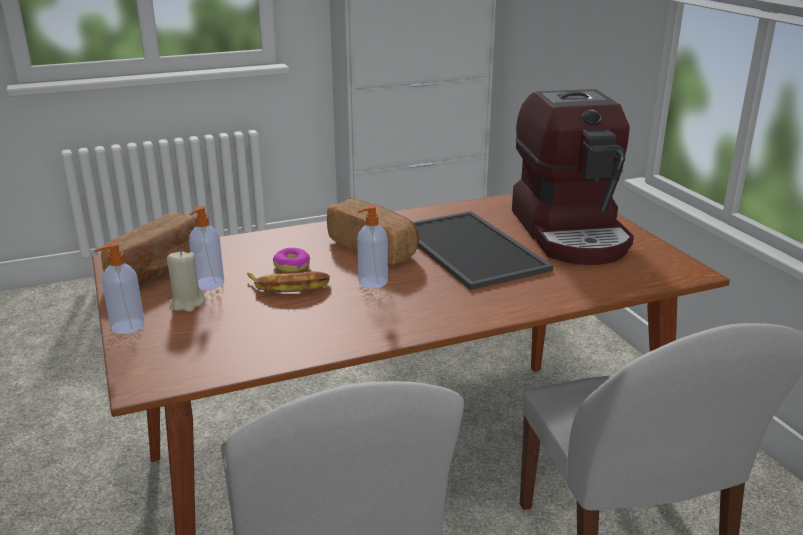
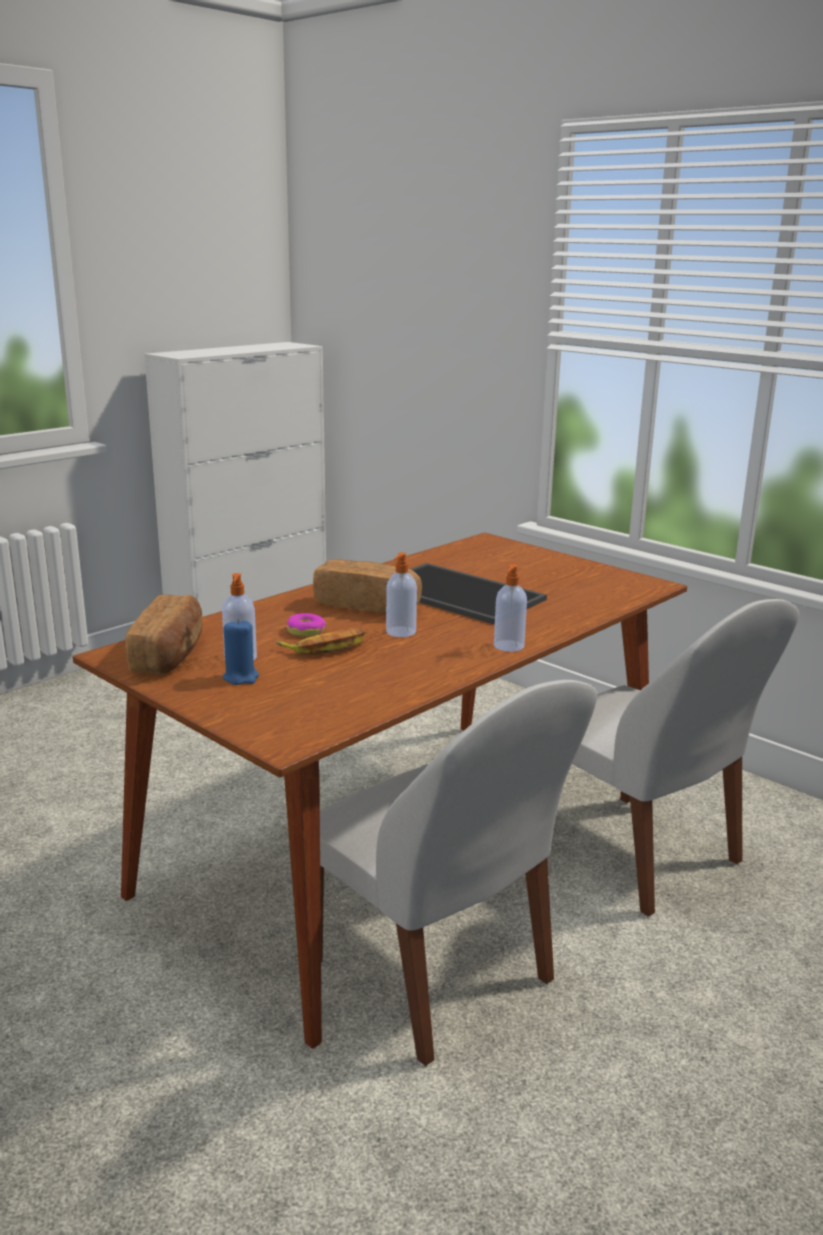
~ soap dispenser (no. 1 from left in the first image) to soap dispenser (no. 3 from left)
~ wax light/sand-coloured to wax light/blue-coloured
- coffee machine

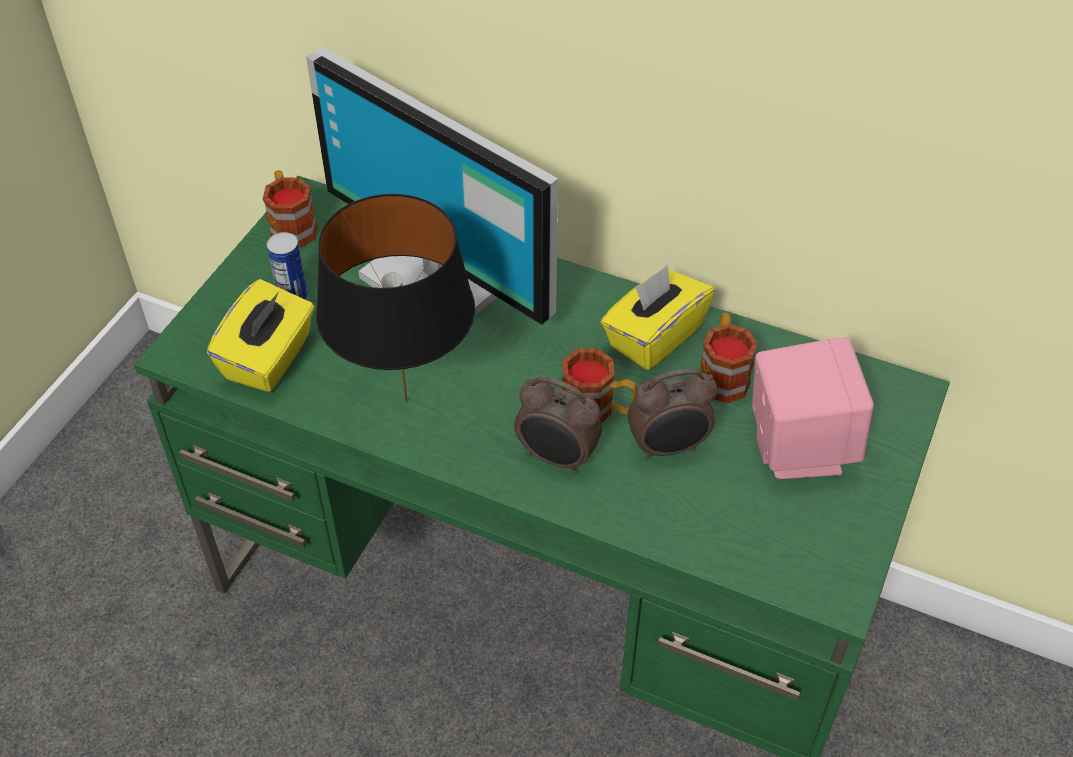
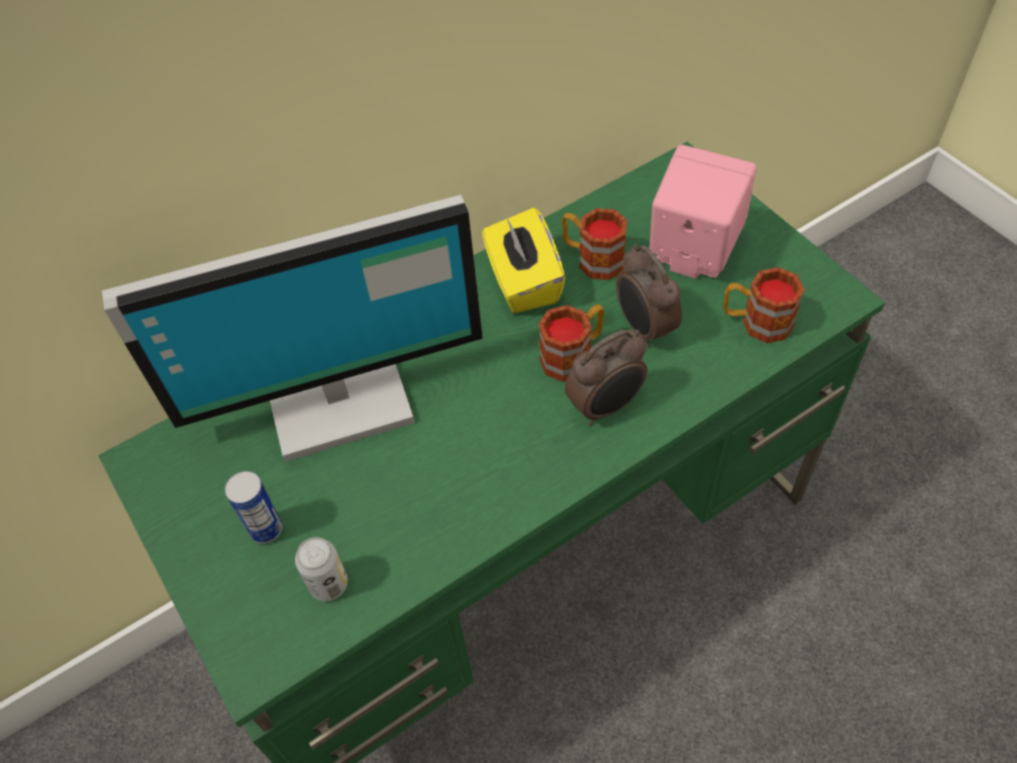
~ tissue holder/yellow-coloured (no. 1 from left) to metal can (no. 2 from left)
~ tea mug (no. 1 from left in the first image) to tea mug (no. 3 from left)
- lamp for a table/blackish
~ table clock (no. 2 from left) 135 degrees clockwise

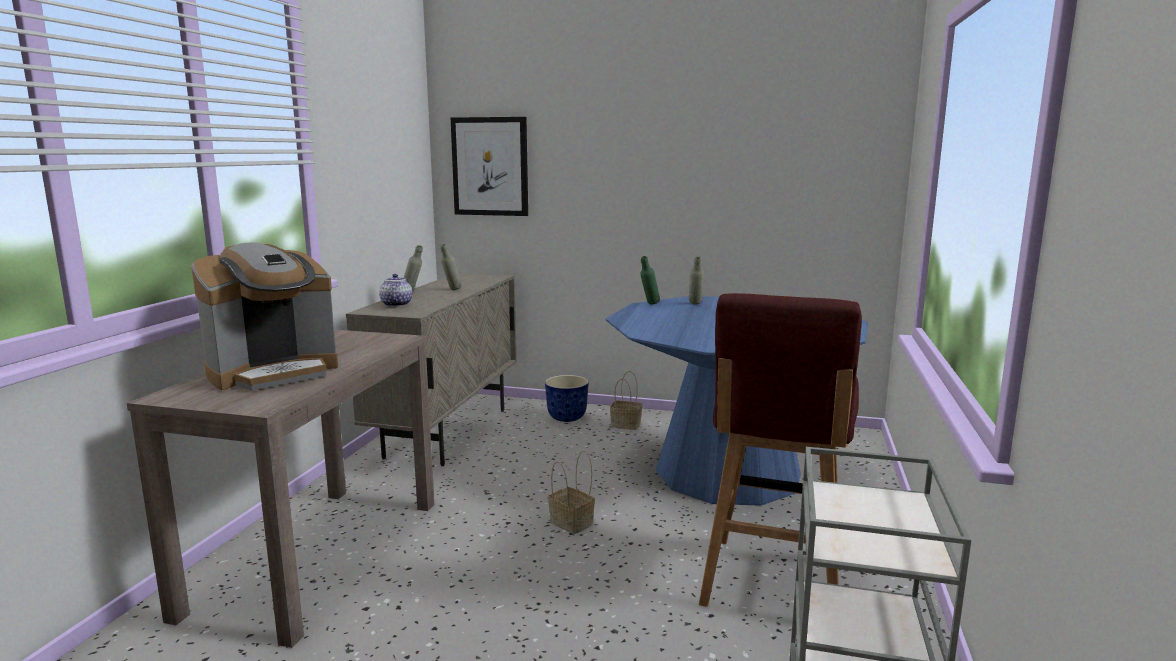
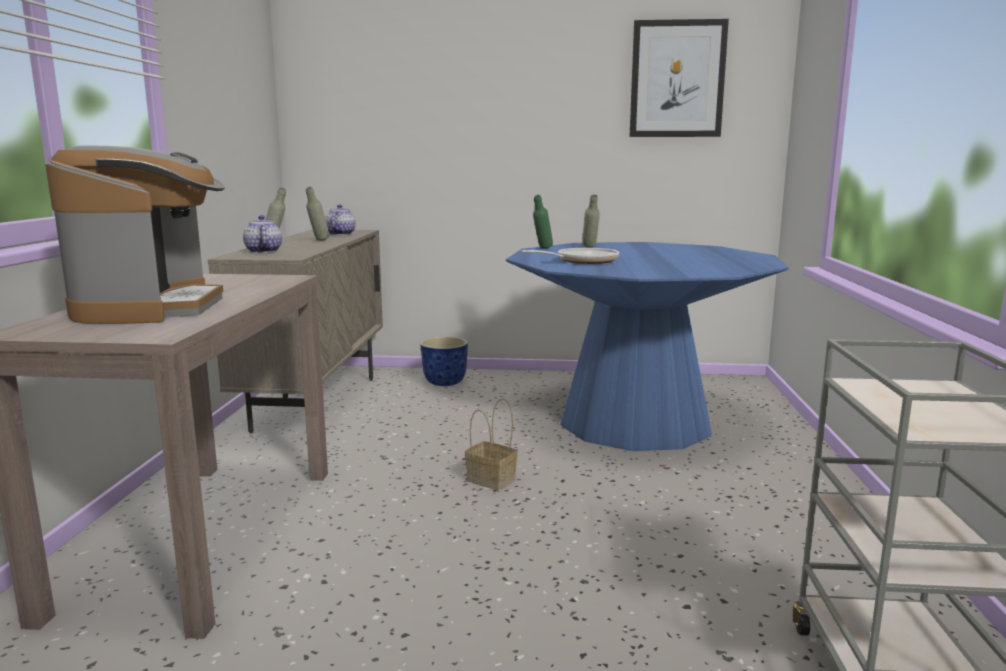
~ coffee machine 45 degrees counterclockwise
~ wall art
- storage basket (no. 2 from left)
- stool/red
+ tea pot (no. 2 from left)
+ pan

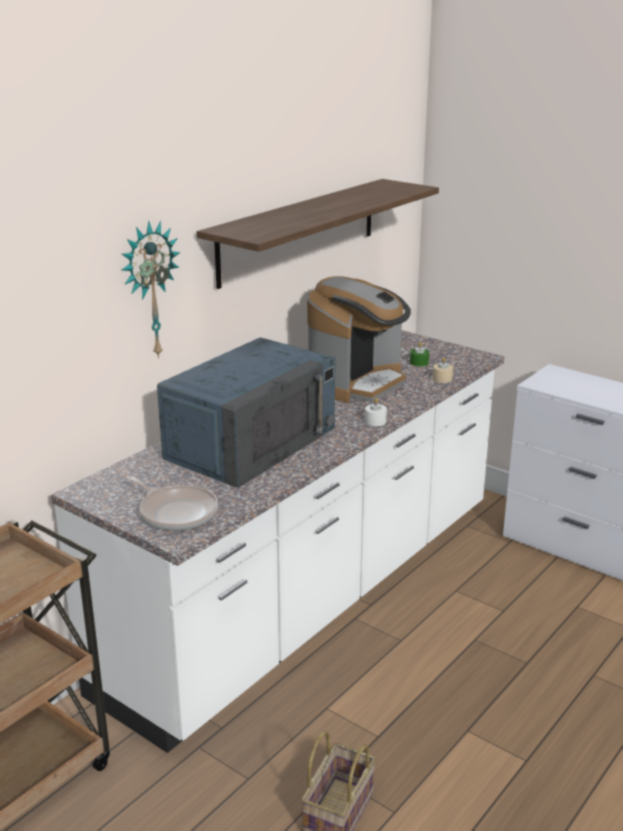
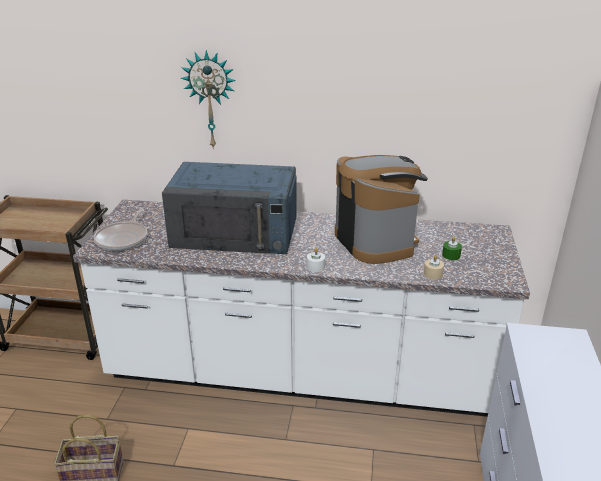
- wall shelf
~ coffee machine 120 degrees counterclockwise

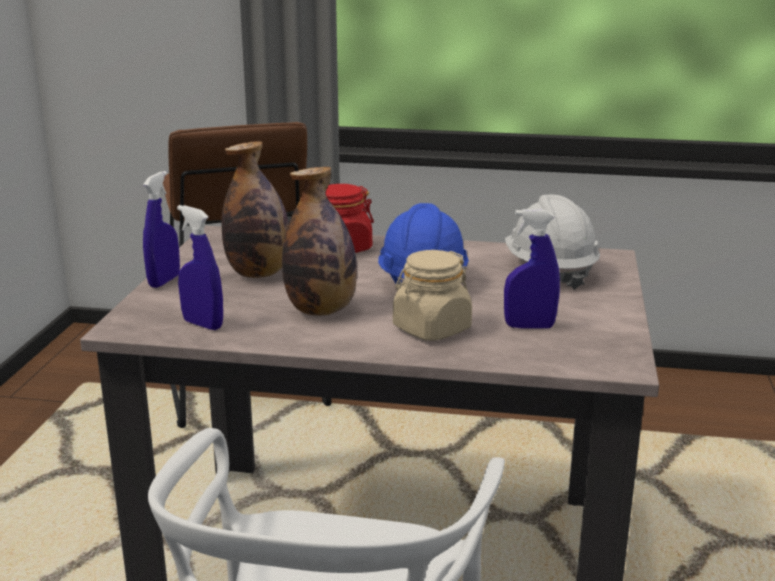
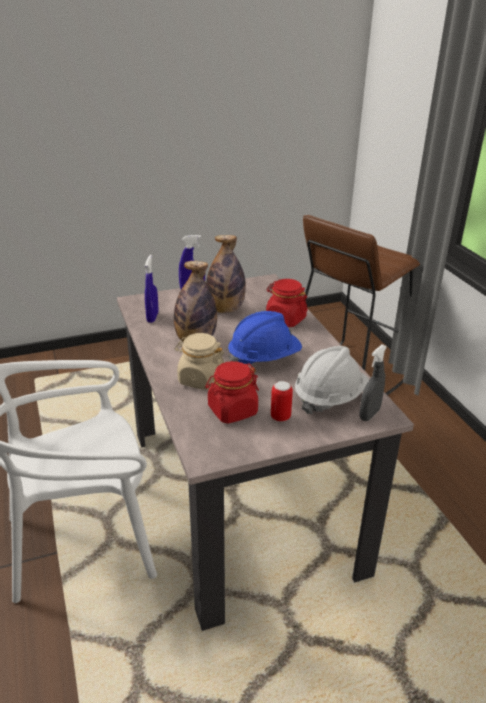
~ spray bottle/blue-coloured (no. 3 from left) to storage jar/red (no. 1 from left)
+ metal can
+ spray bottle/gray

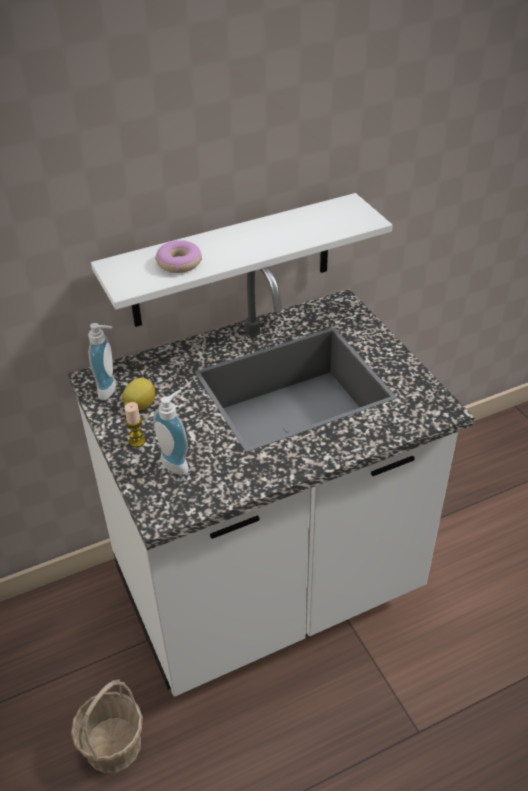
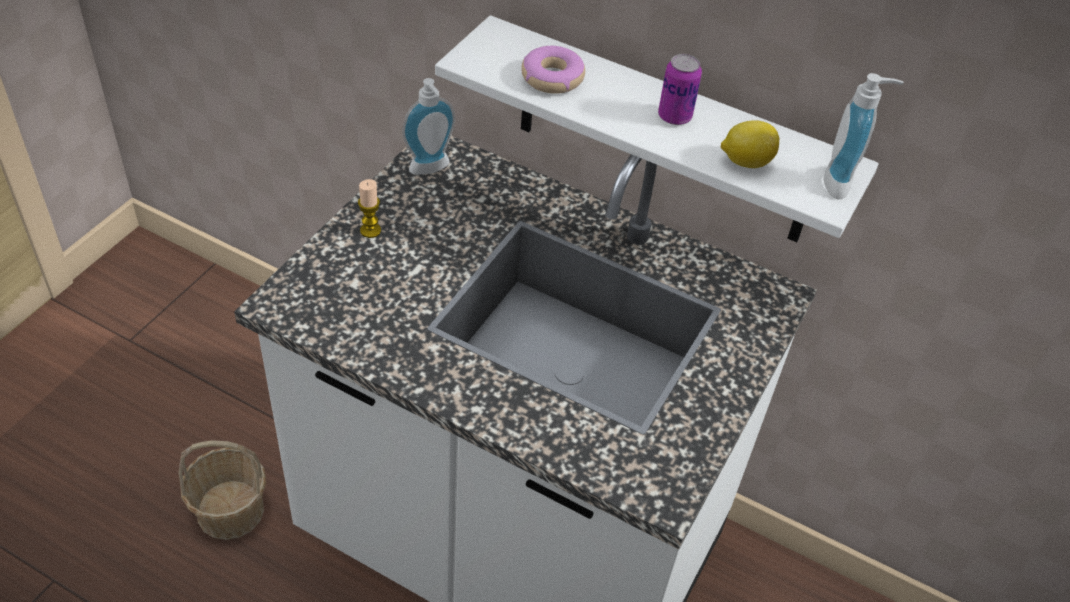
~ citrus fruit
~ soap dispenser (no. 2 from left)
+ metal can

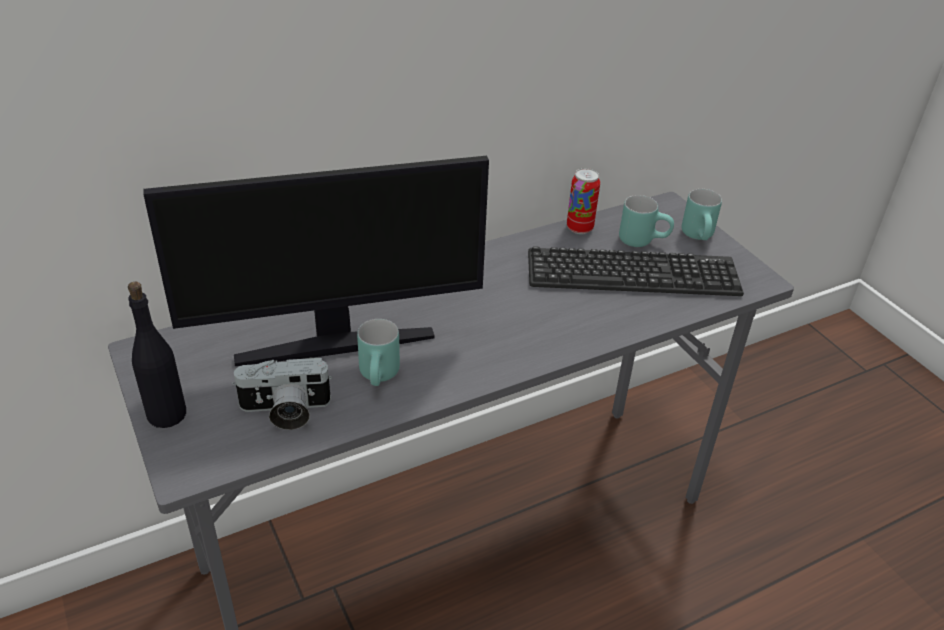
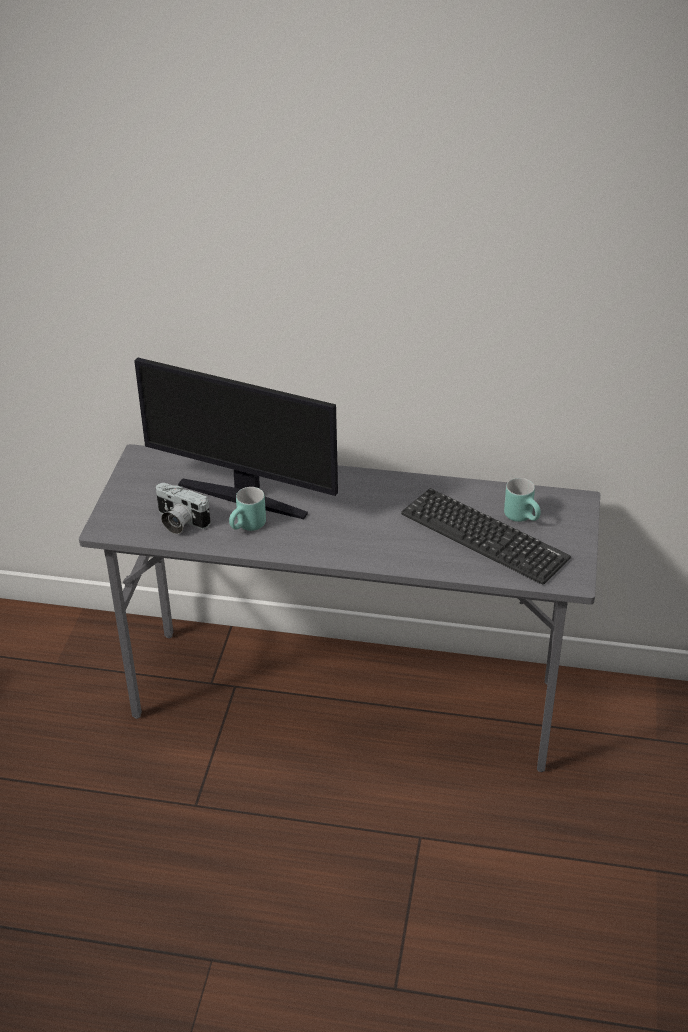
- drink bottle/blackish
- metal can
- tea mug/turquoise (no. 3 from left)

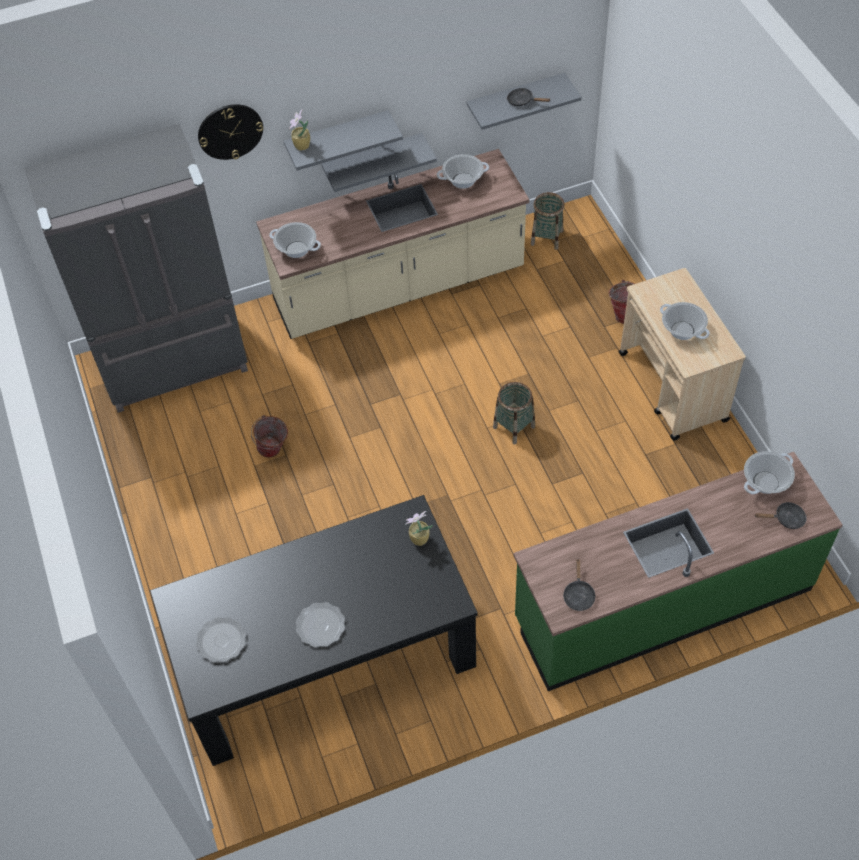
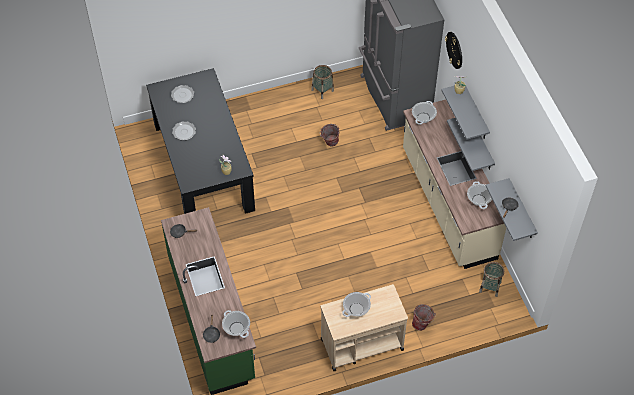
~ storage basket (no. 1 from left)

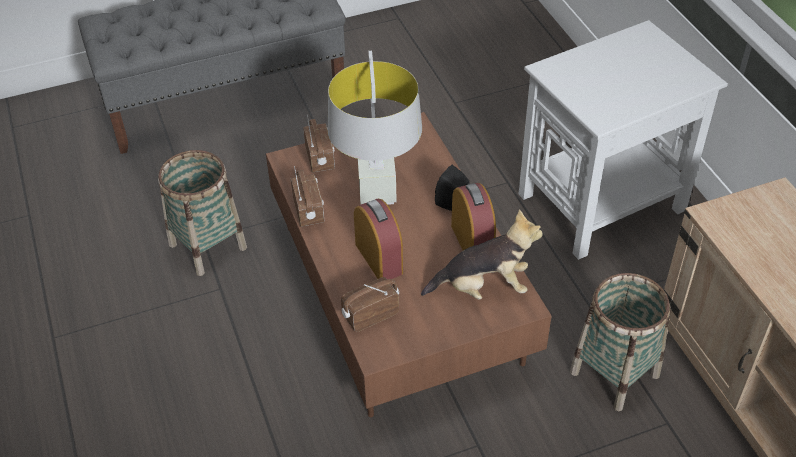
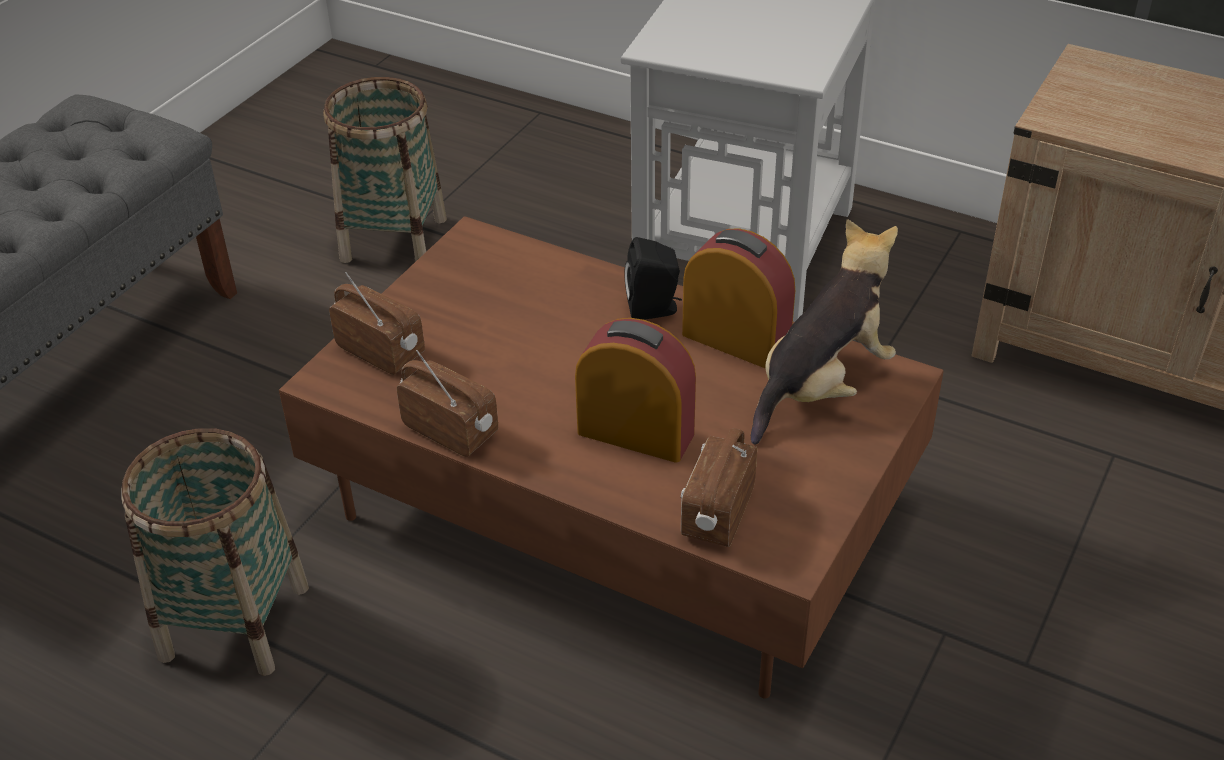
- lamp for a table/gray
~ storage basket (no. 2 from left)

